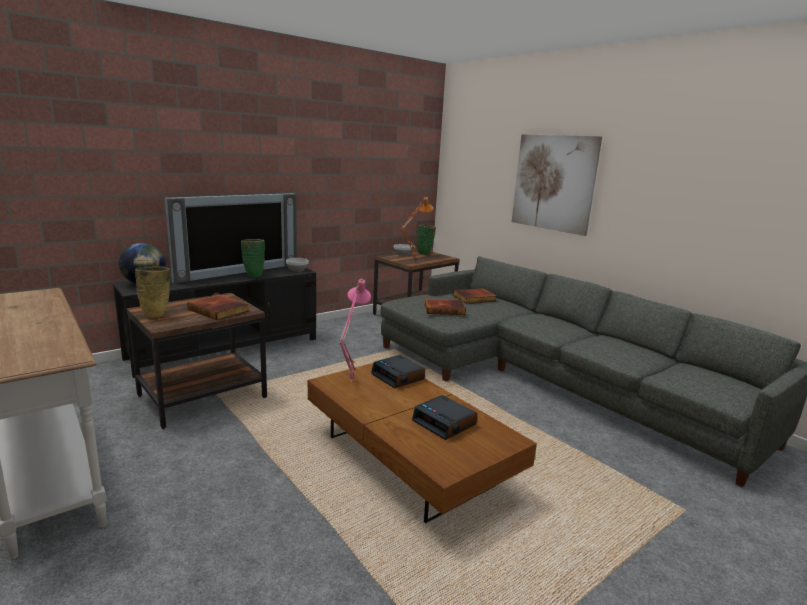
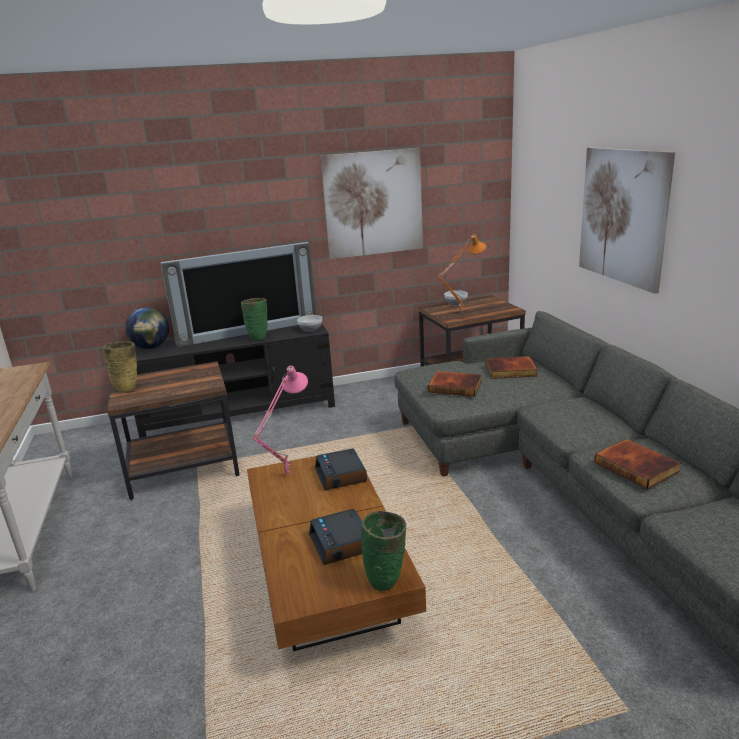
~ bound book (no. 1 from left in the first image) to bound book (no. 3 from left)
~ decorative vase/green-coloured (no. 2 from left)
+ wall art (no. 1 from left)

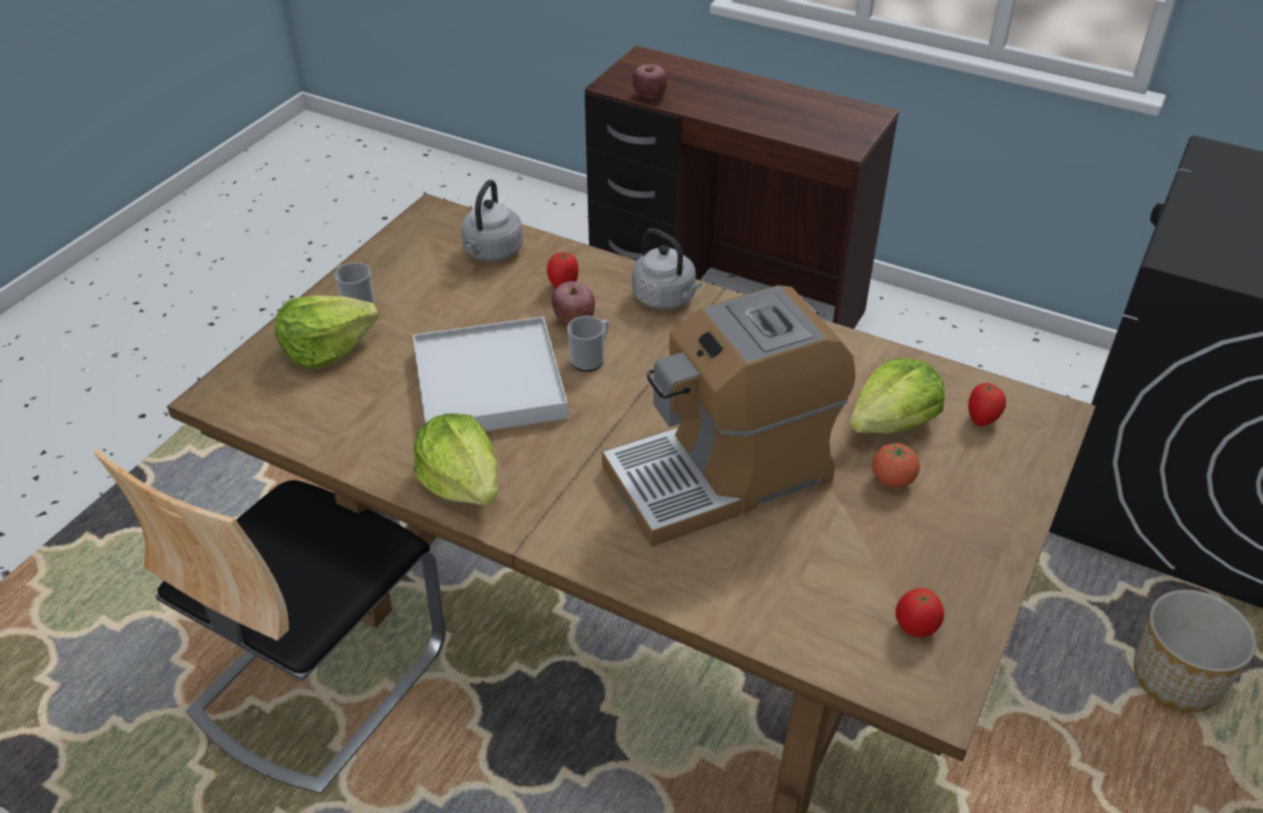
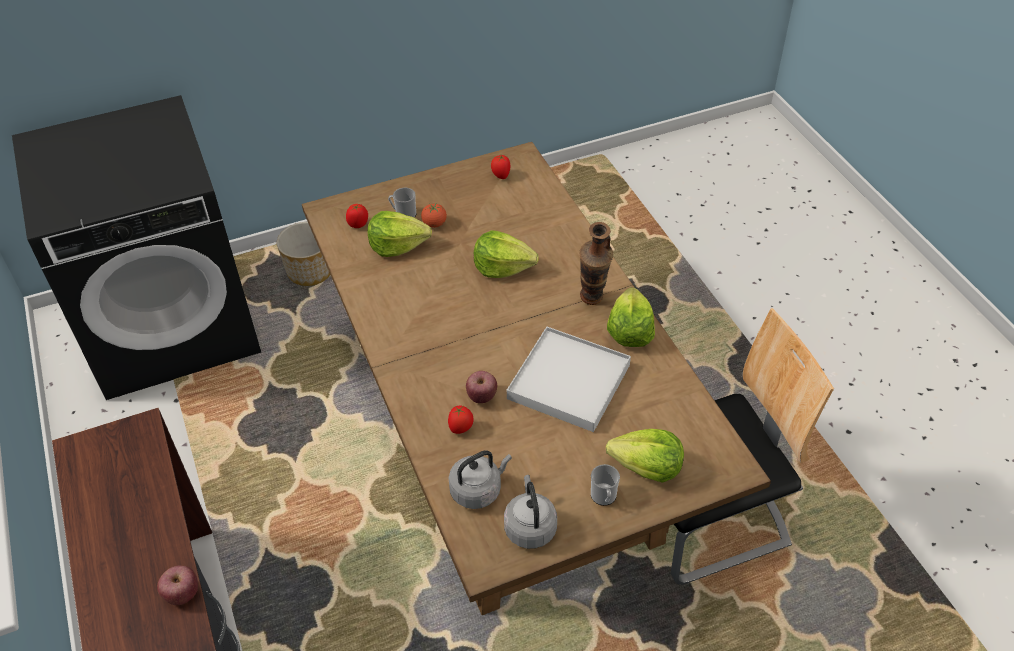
~ tea mug (no. 2 from left in the first image) to tea mug (no. 1 from left)
~ coffee machine to lettuce head (no. 2 from left)
~ kettle/gray (no. 2 from left)
+ decorative vase

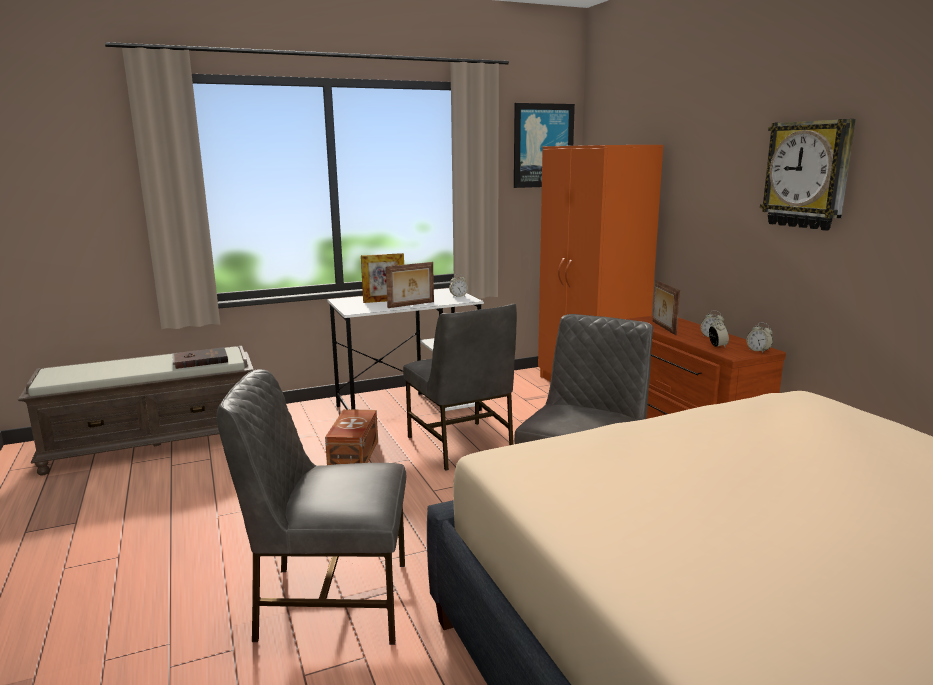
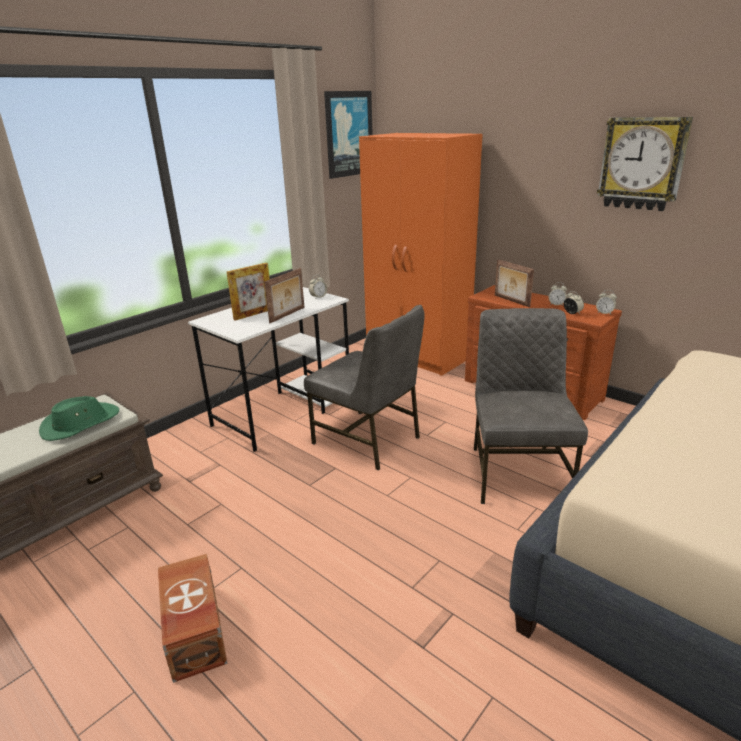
~ bound book/brownish to clothing hat/green-coloured
- chair/gray (no. 1 from left)
~ storage container/brownish

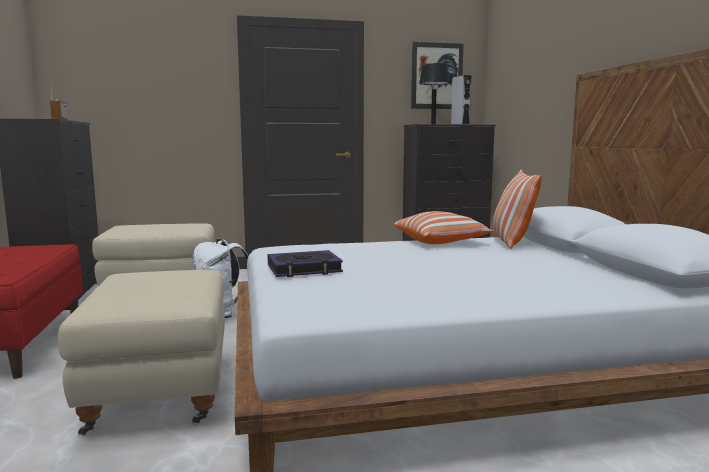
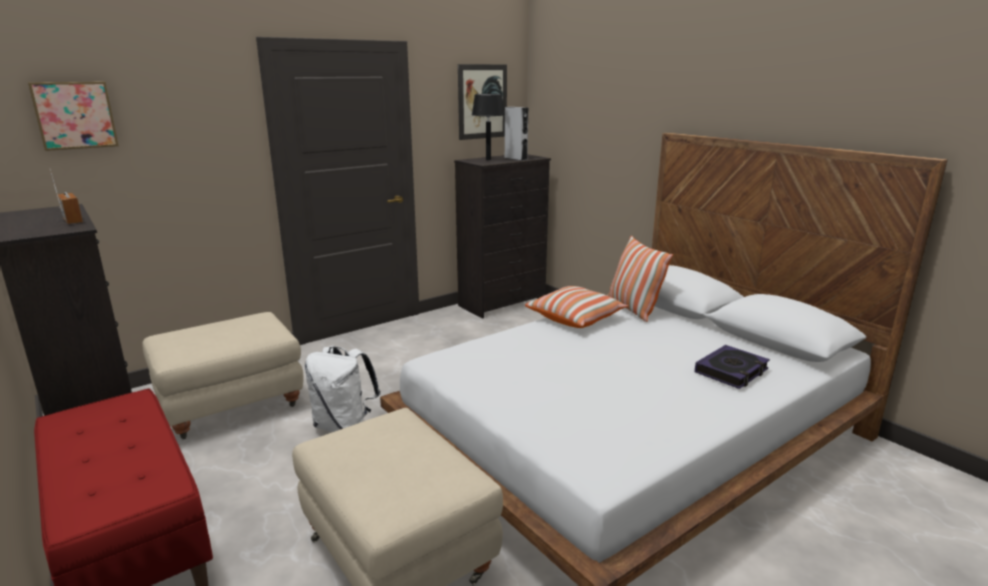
~ bound book
+ wall art (no. 1 from left)

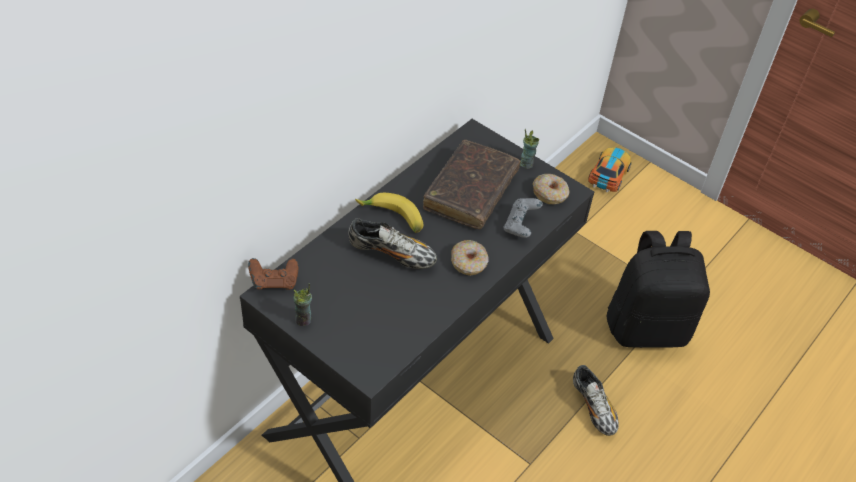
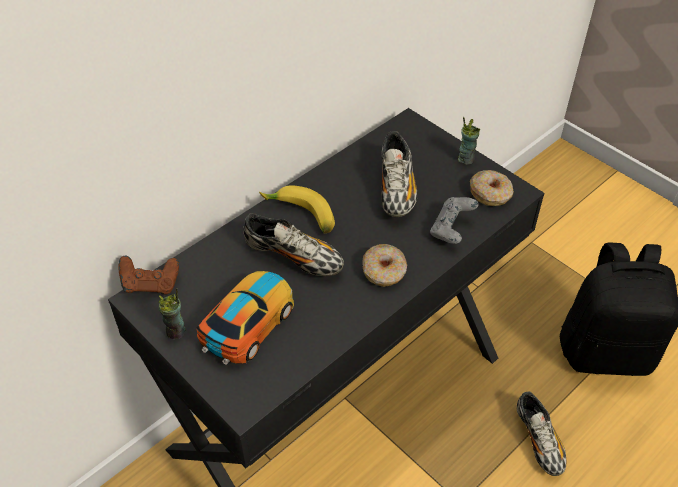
~ bound book/brownish to item of footwear (no. 2 from left)
~ miniature car

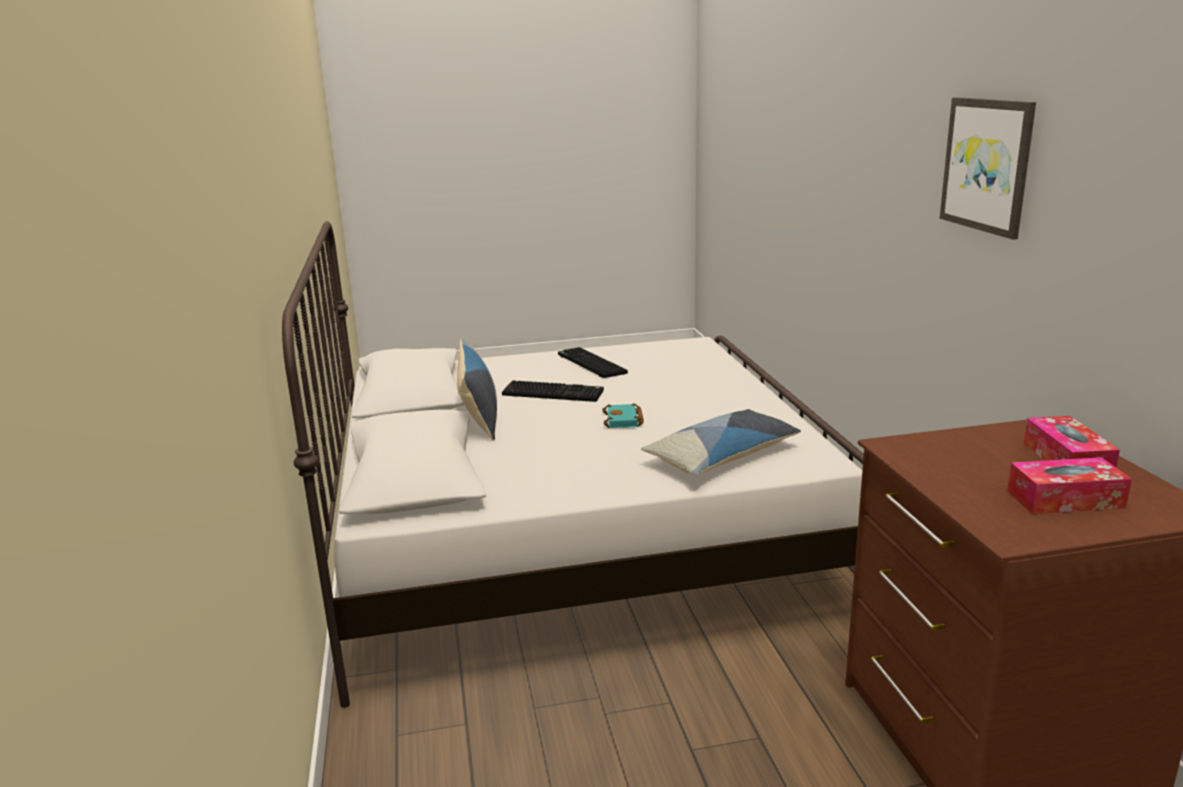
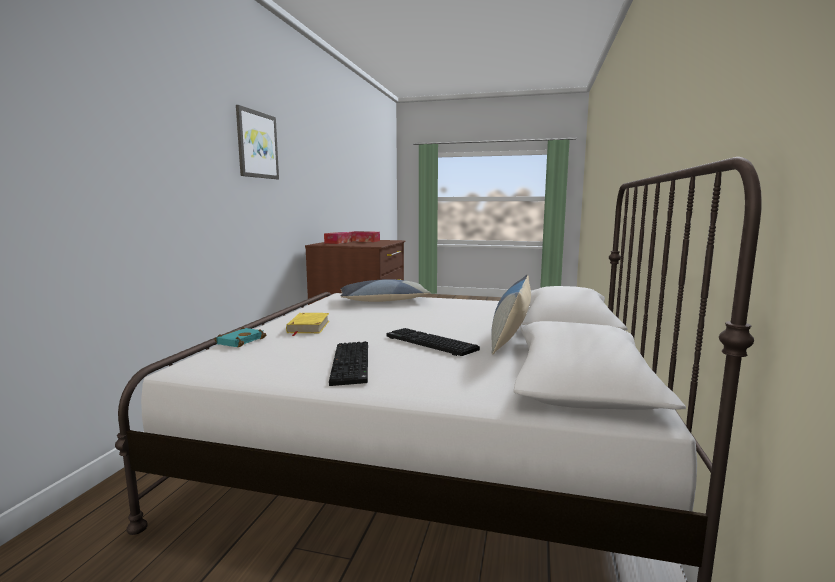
~ bound book/turquoise
+ bound book/yellow-coloured

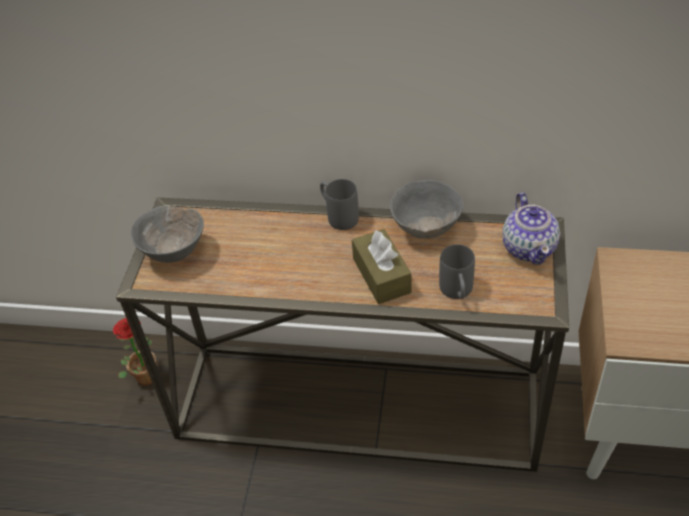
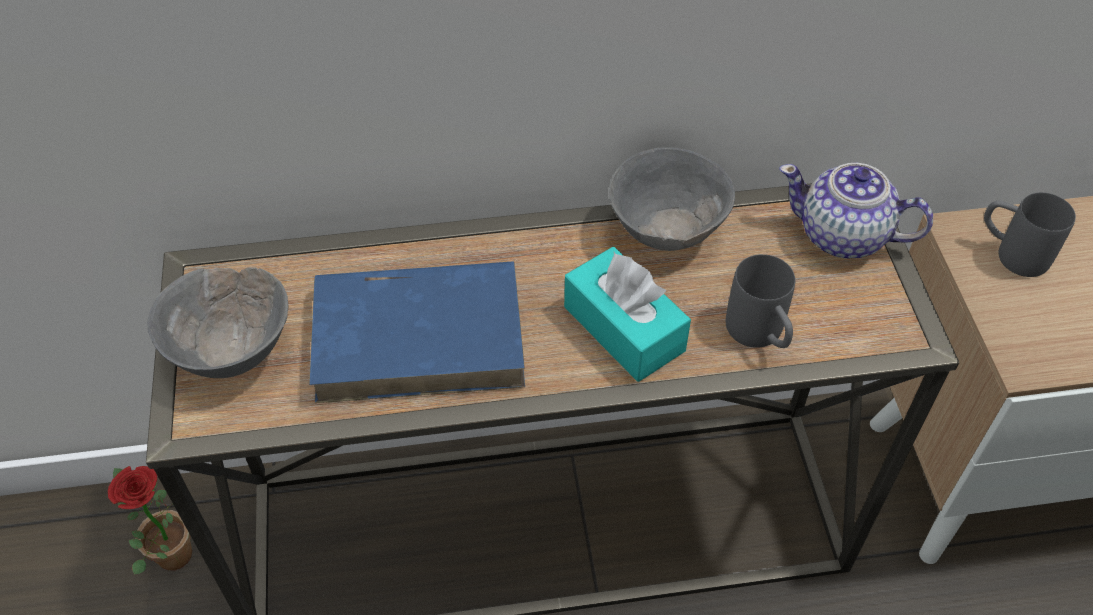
~ tea mug/gray (no. 1 from left in the first image) to tea mug/gray (no. 2 from left)
~ tissue holder/brownish to tissue holder/turquoise
~ tea pot 135 degrees clockwise
+ bound book/blue-coloured

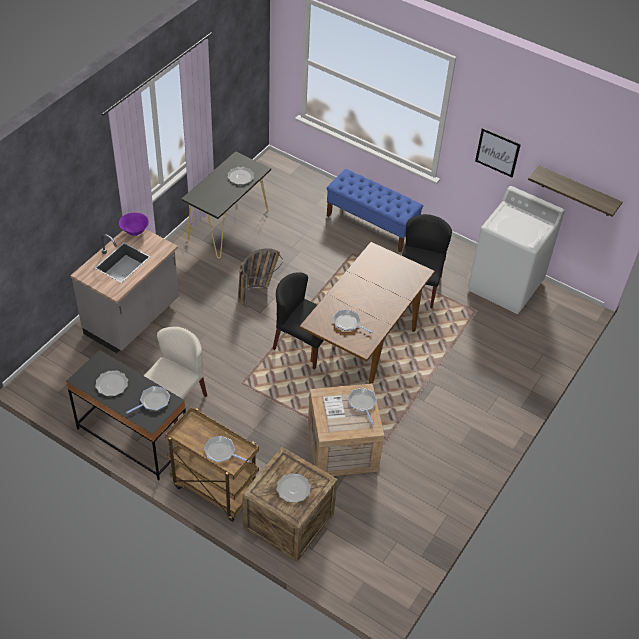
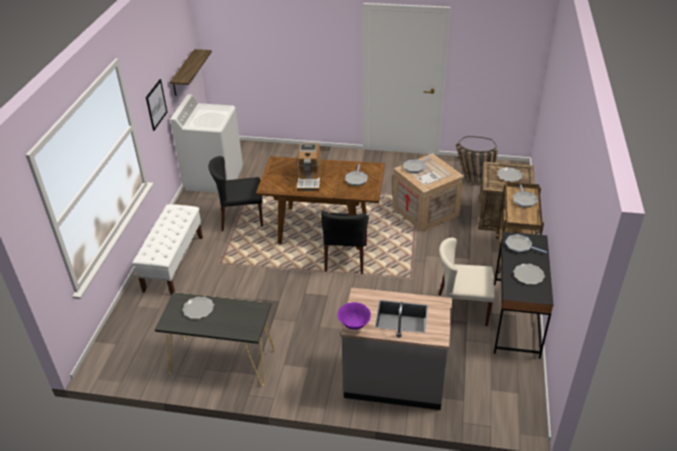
~ storage basket
~ long seat/blue-coloured to long seat/white-coloured
+ coffee machine

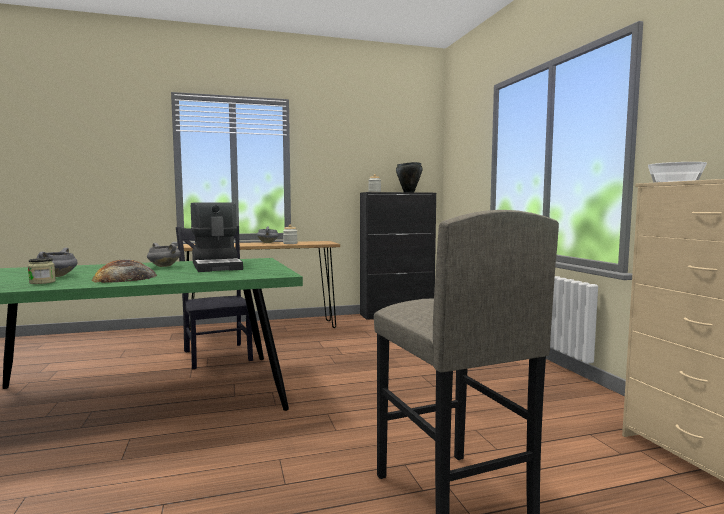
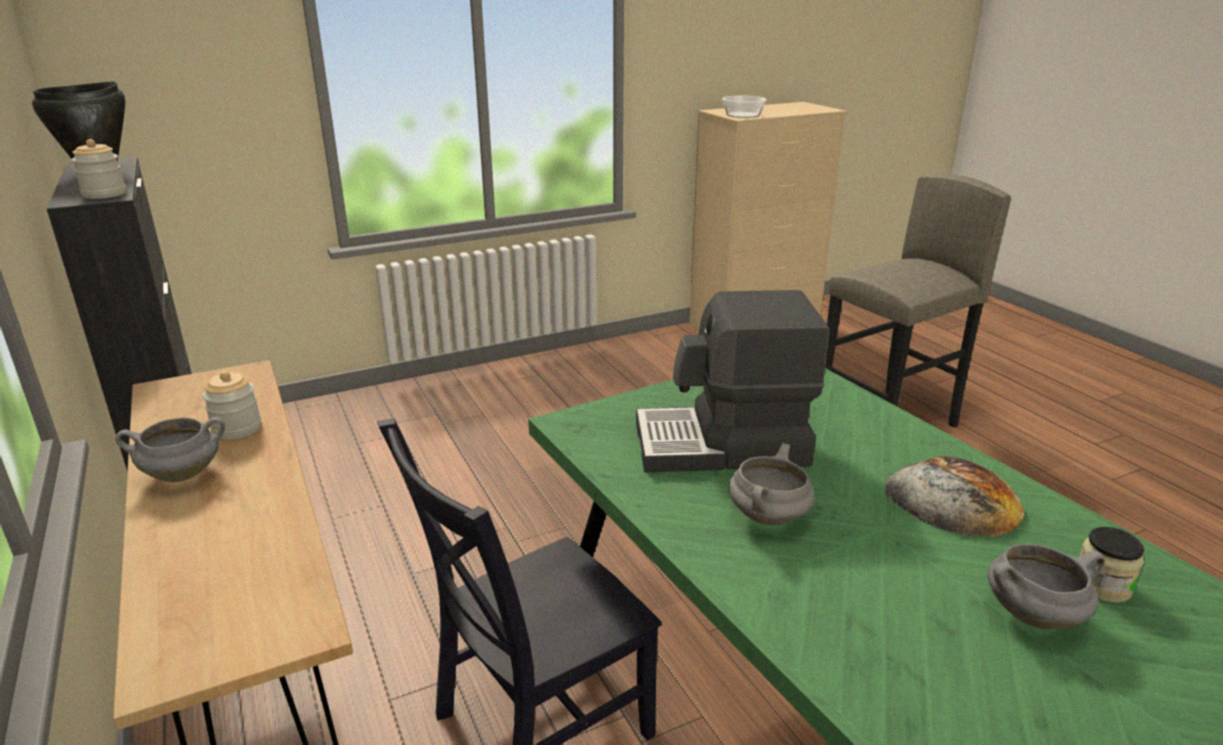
~ coffee machine 150 degrees counterclockwise

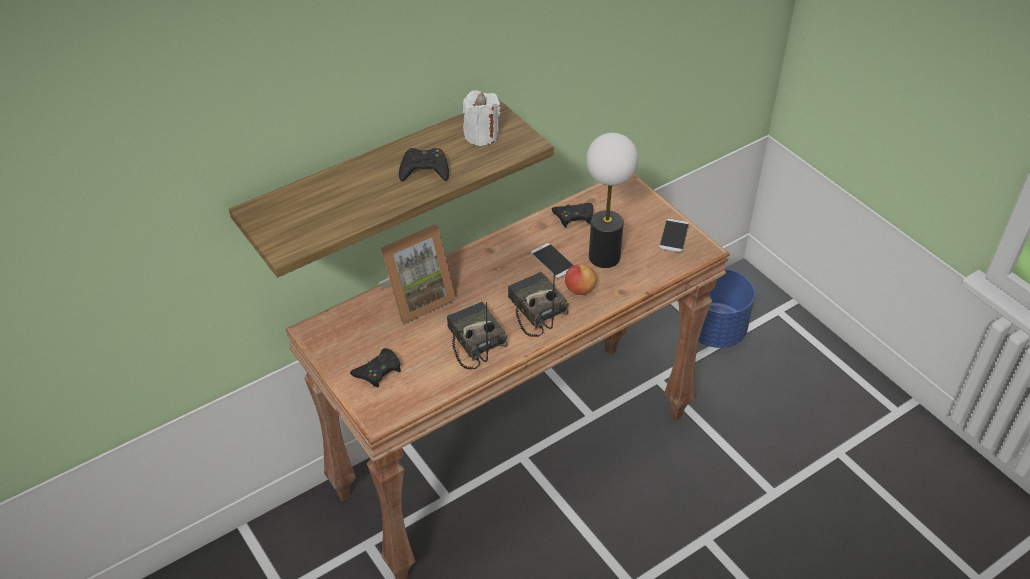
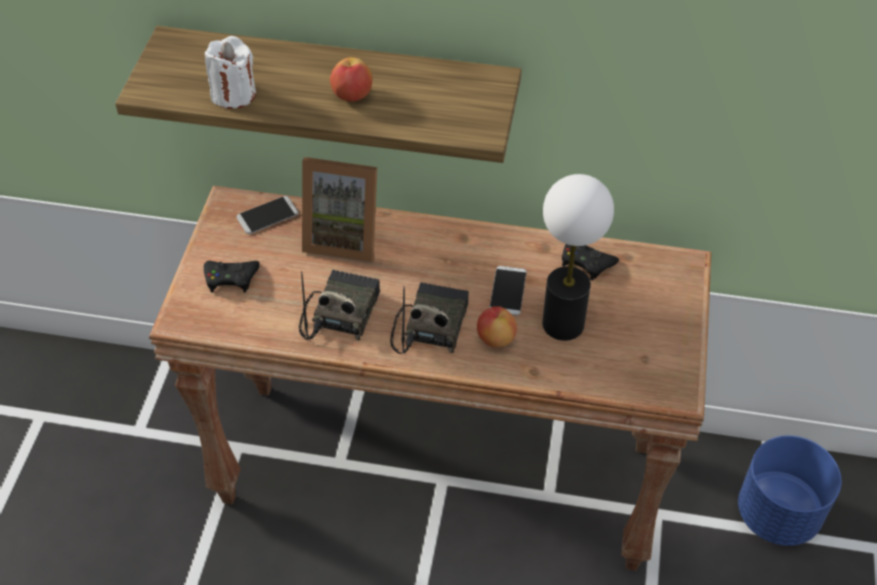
~ gamepad/blackish (no. 2 from left) to apple fruit (no. 1 from left)
~ wax light/white-coloured
~ handset (no. 2 from left in the first image) to handset (no. 1 from left)

